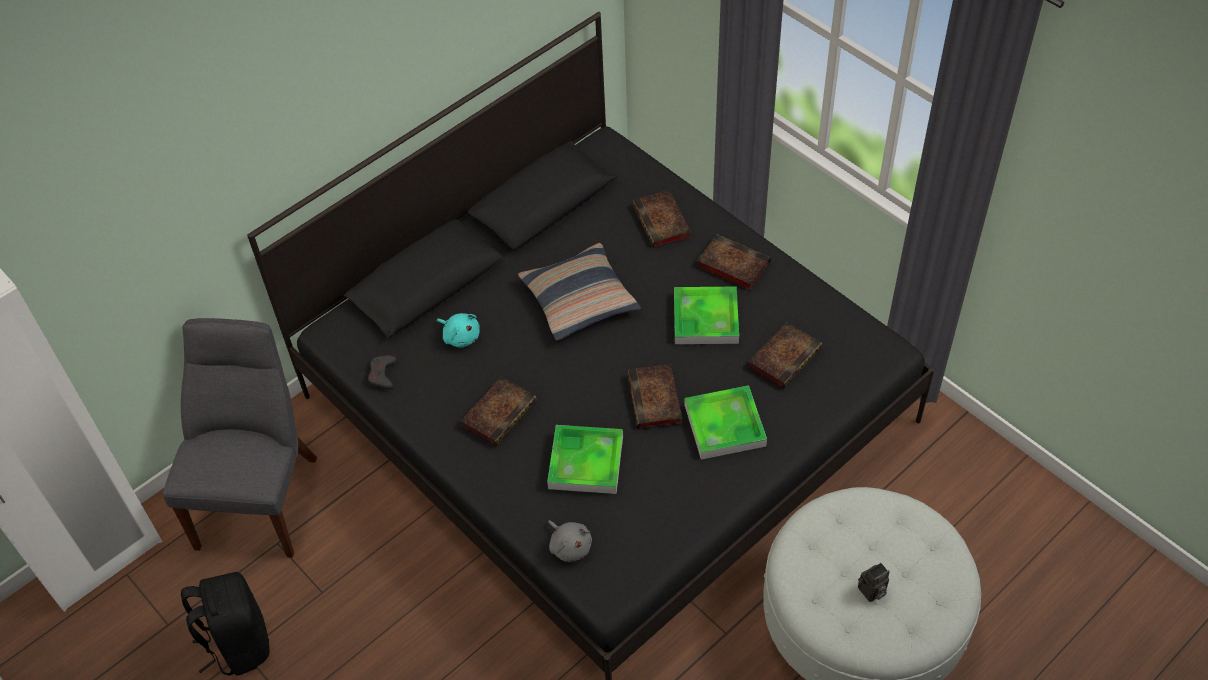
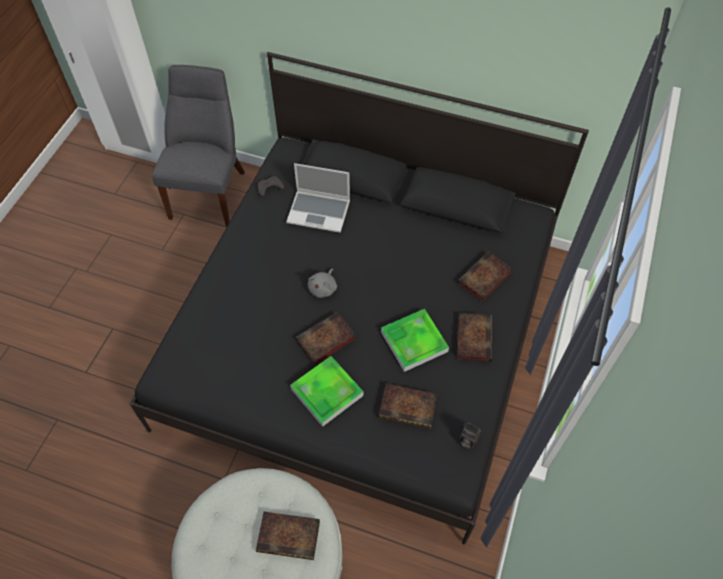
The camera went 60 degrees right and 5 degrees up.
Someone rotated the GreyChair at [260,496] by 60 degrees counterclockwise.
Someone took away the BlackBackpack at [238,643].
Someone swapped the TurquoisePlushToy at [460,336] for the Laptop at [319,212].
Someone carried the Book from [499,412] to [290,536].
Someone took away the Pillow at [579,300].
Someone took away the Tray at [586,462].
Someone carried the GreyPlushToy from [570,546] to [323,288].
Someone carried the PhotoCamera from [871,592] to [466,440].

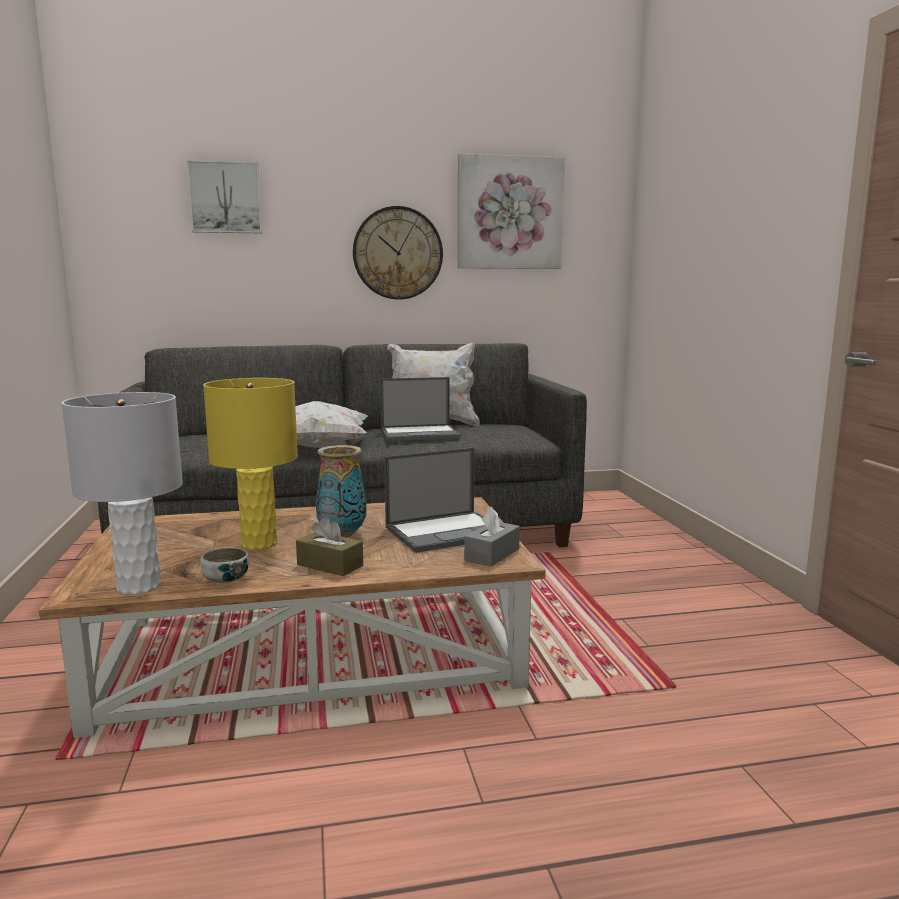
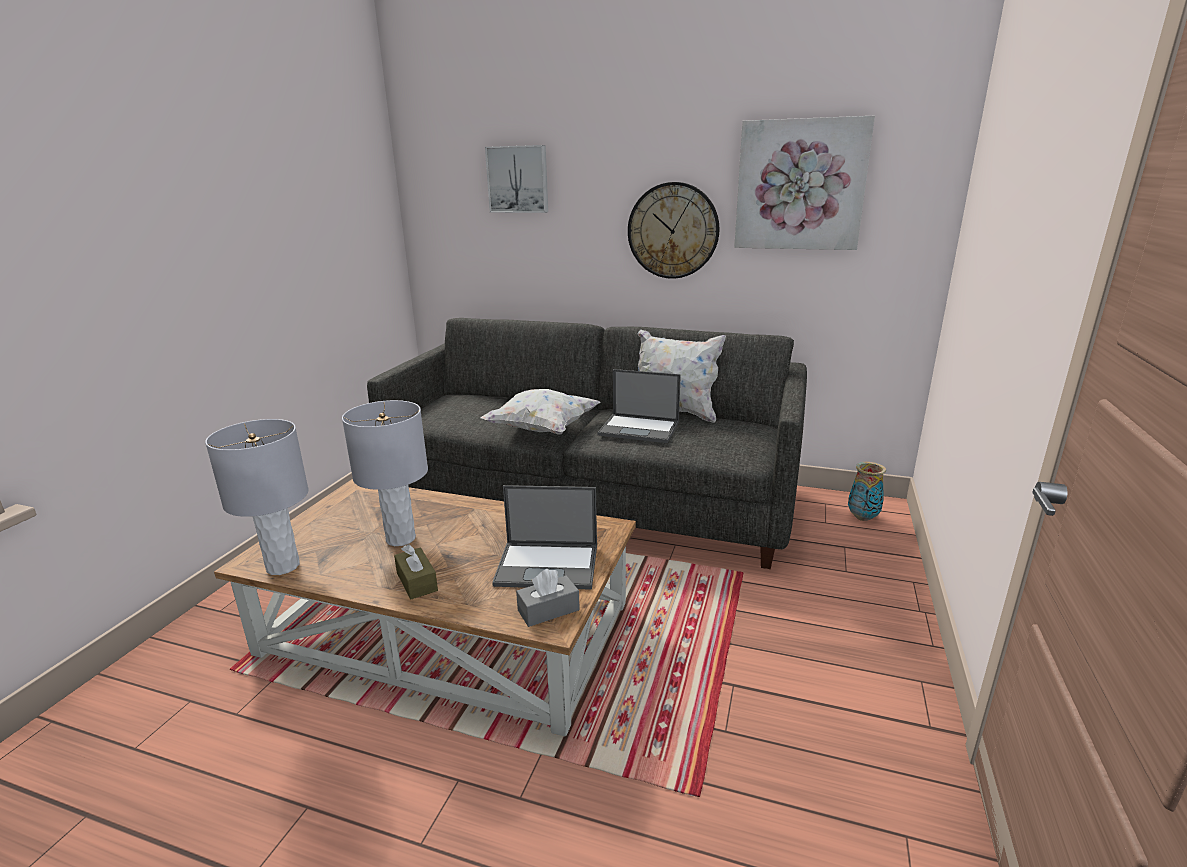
The camera went 30 degrees right and 10 degrees up.
Someone took away the Bowl at [226,579].
Someone repainted the YellowTableLamp at [258,544], which became the GreyTableLamp at [400,538].
Someone carried the Vase from [342,534] to [862,517].

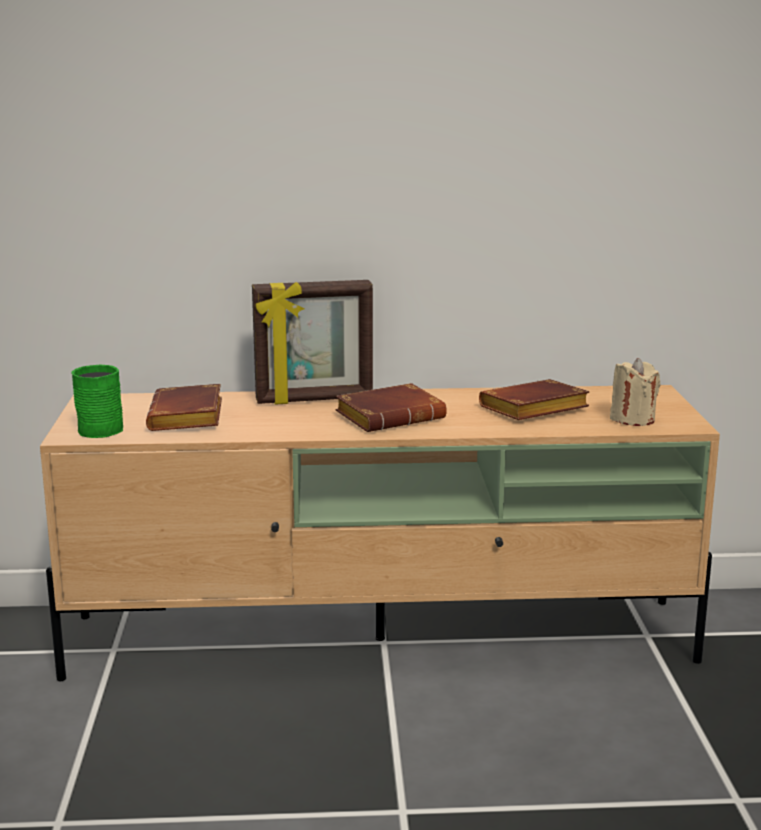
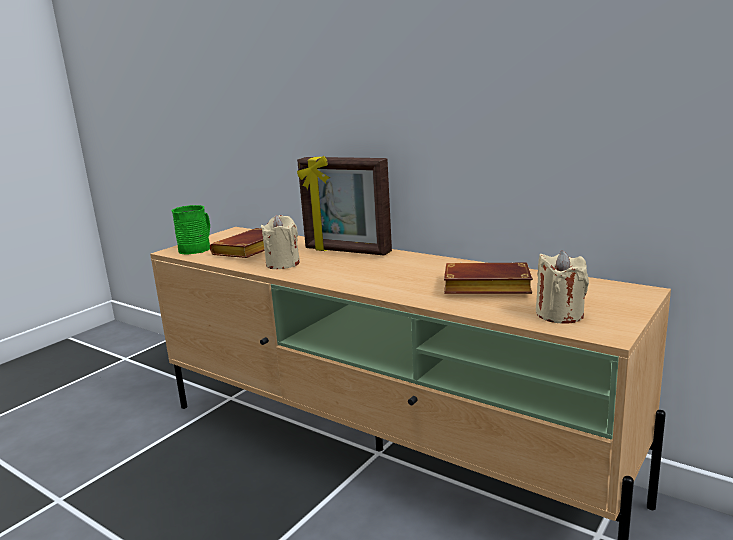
The camera went 40 degrees right and 0 degrees up.
Someone took away the BrownBook at [391,416].
Someone put down the BeigeCandle at [283,264].

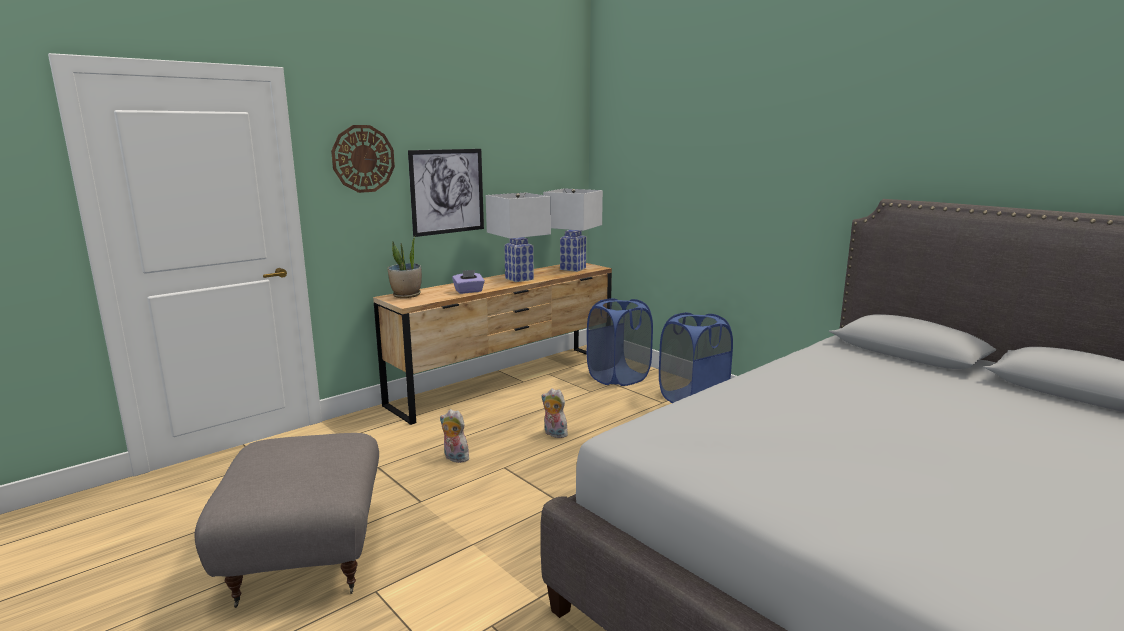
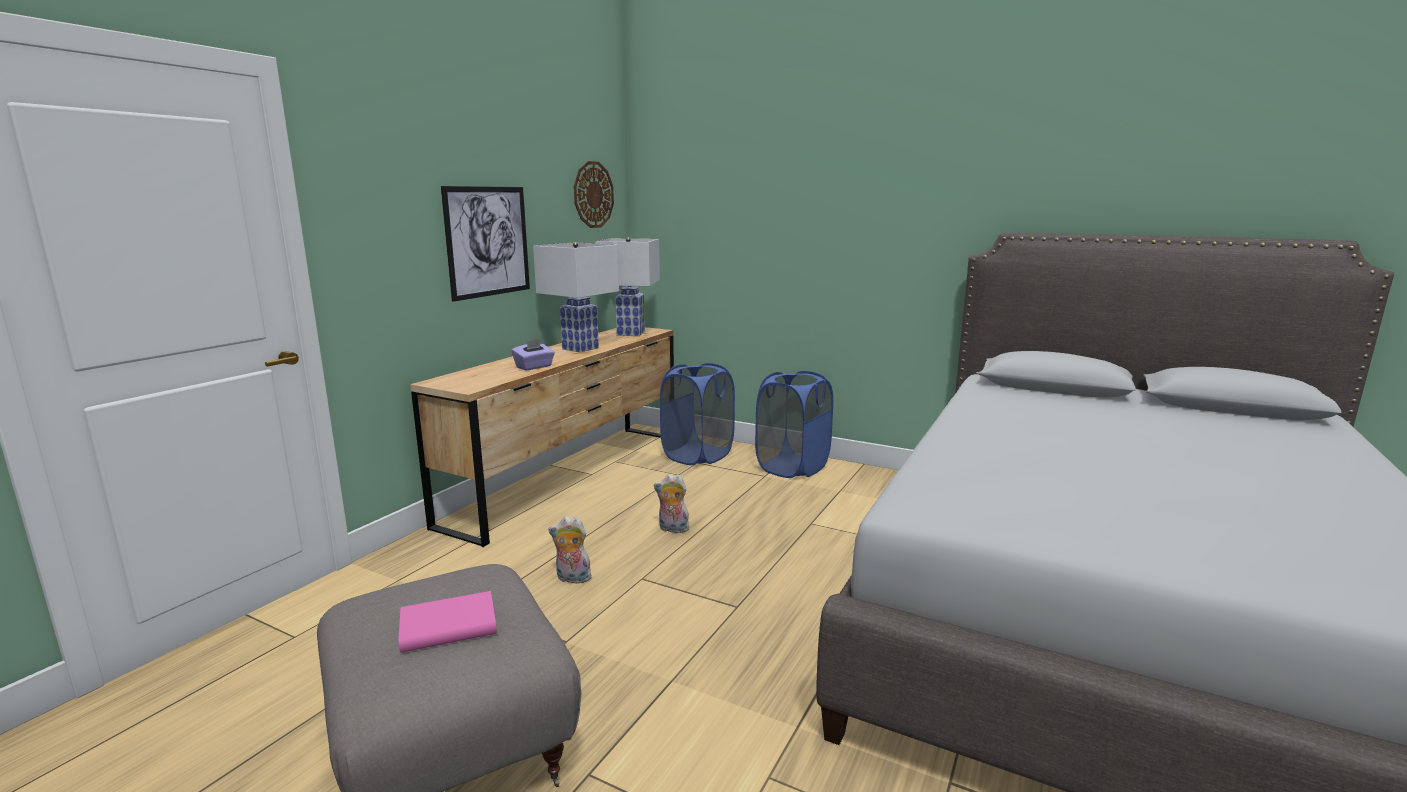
The camera went 20 degrees left and 0 degrees up.
Someone carried the WallClock from [363,159] to [593,194].
Someone took away the PottedPlant at [406,295].
Someone put down the PinkBook at [448,627].

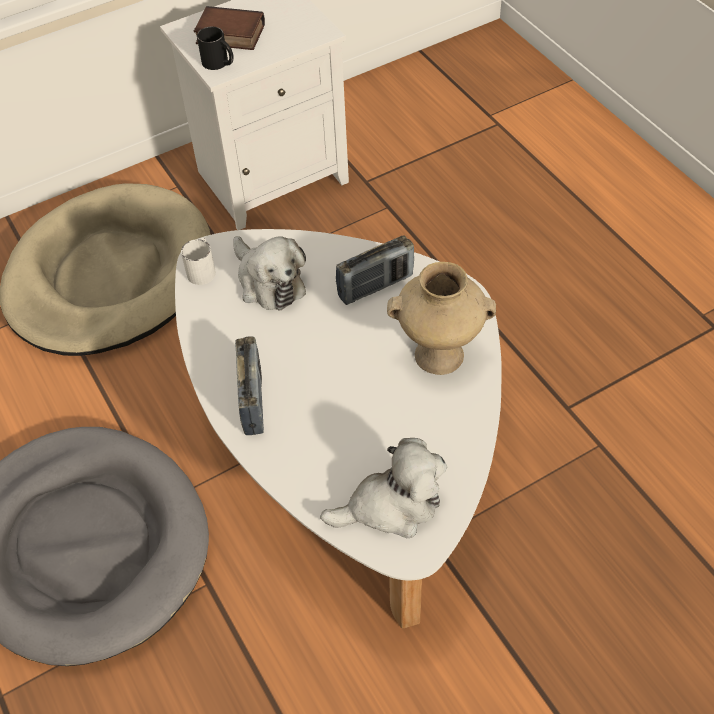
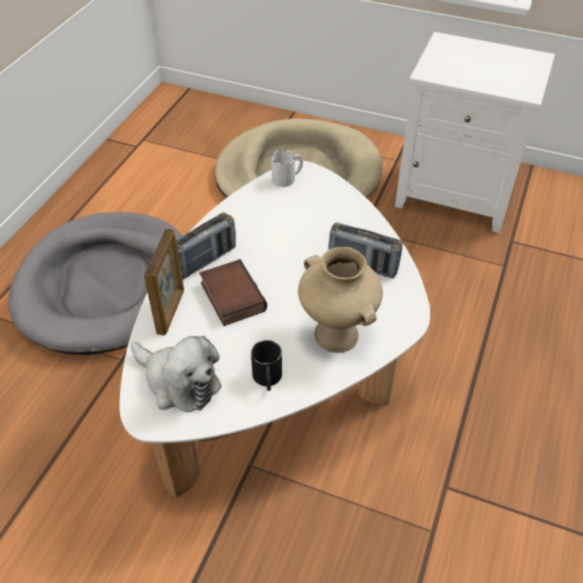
The camera went 50 degrees right and 5 degrees down.
Someone carried the Book from [229,35] to [230,297].
Someone carried the BlackMug from [219,63] to [267,379].
Someone took away the PlushToy at [268,282].
Someone put down the PictureFrame at [171,311].

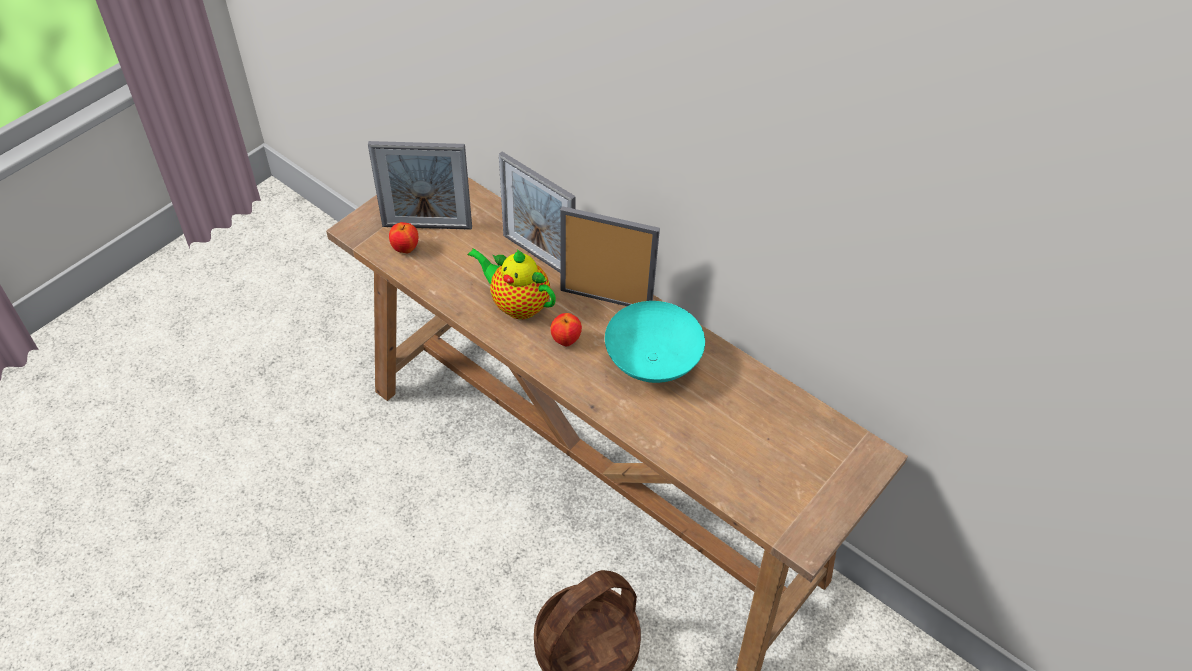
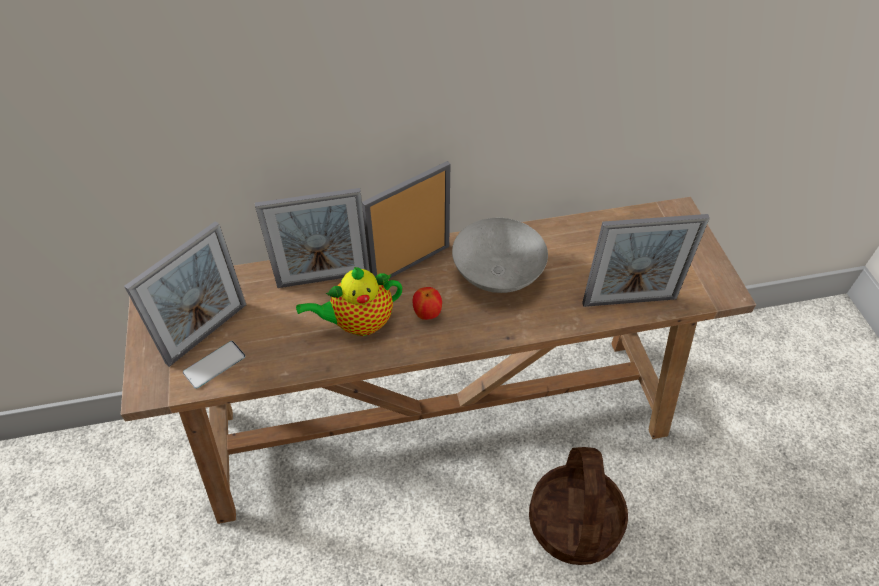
The camera went 50 degrees left and 0 degrees up.
Someone swapped the Apple at [405,249] for the Phone at [214,364].
Someone repainted the TurquoiseBowl at [650,361], which became the GreyBowl at [496,276].
Someone put down the PictureFrame at [629,301].

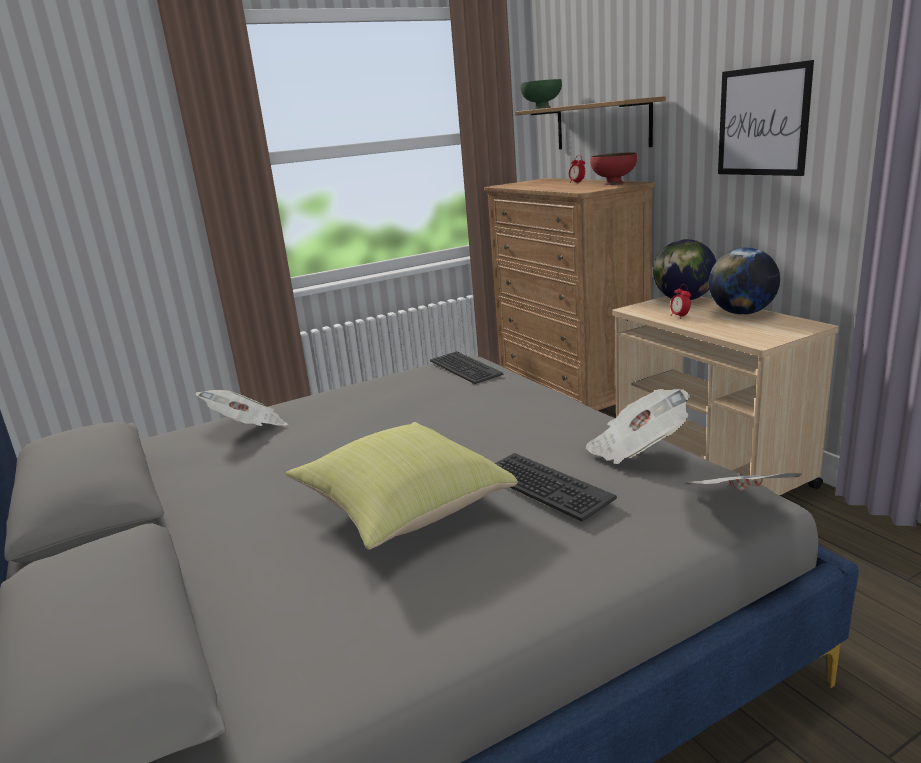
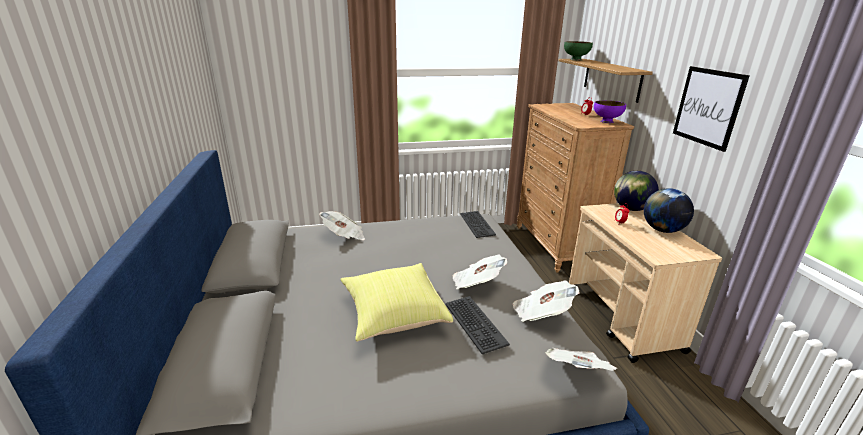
The camera went 15 degrees right and 5 degrees up.
Someone repainted the RedBowl at [613,183], which became the PurpleBowl at [607,121].
Someone put down the Newspaper at [476,283].

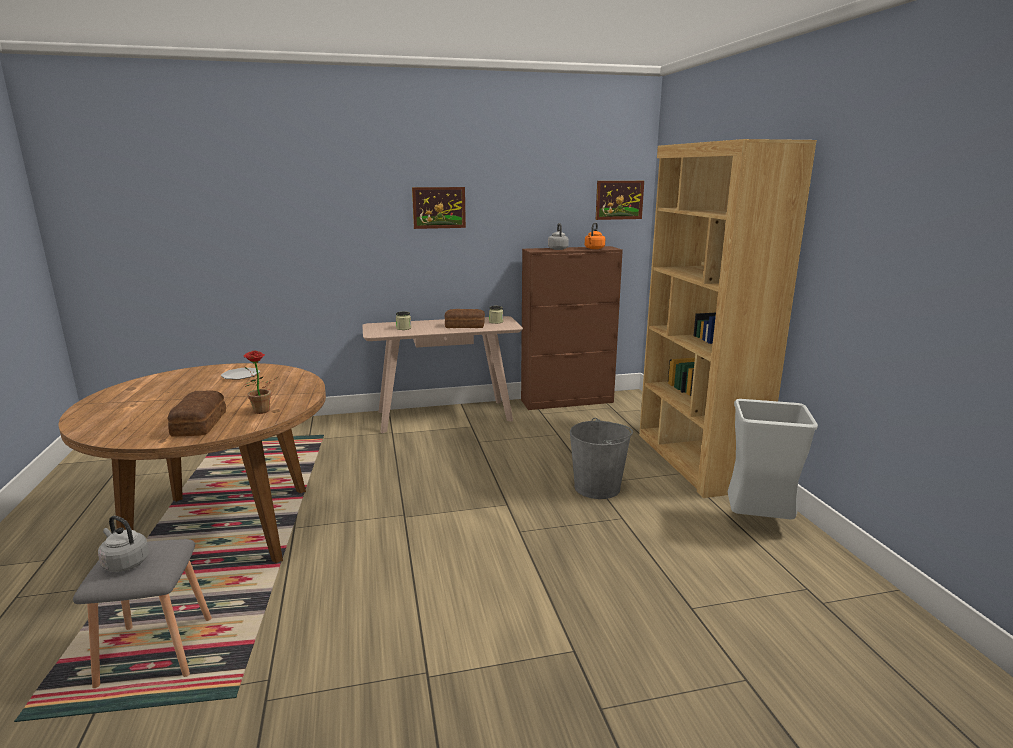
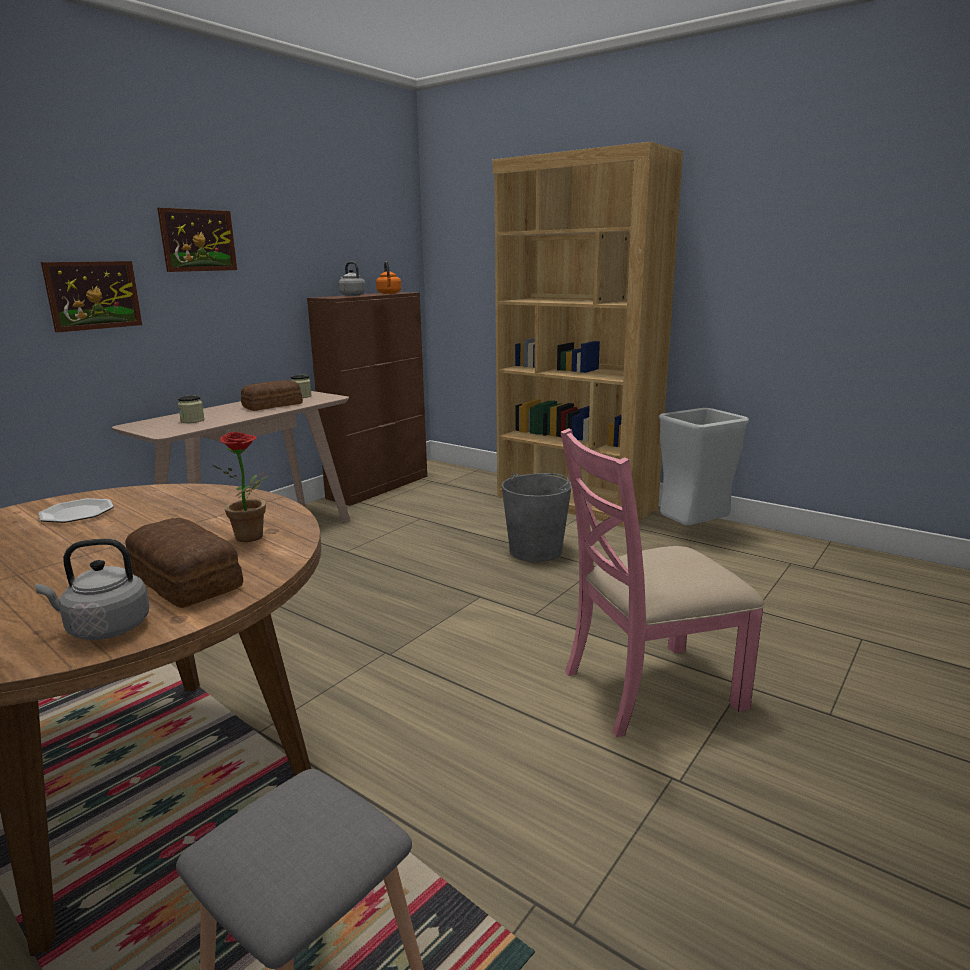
The camera went 40 degrees left and 0 degrees up.
Someone carried the GreyKettle from [125,563] to [104,628].
Someone carried the Picture from [619,200] to [93,295].
Someone put down the PinkChair at [649,688].

